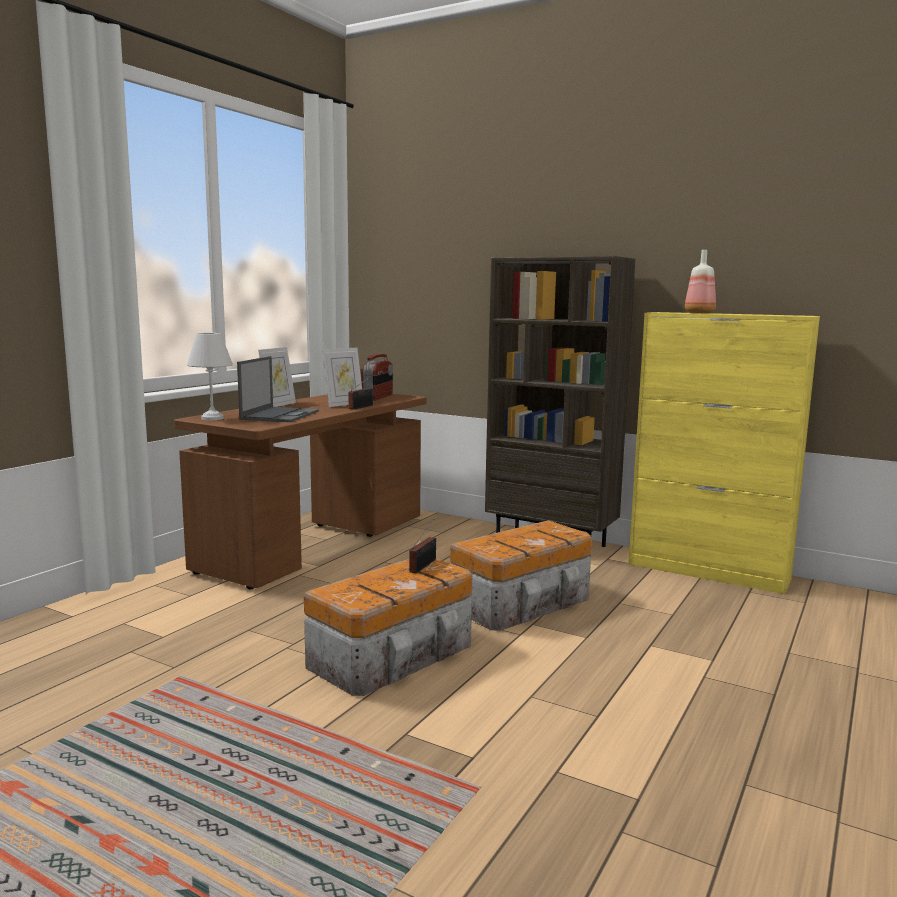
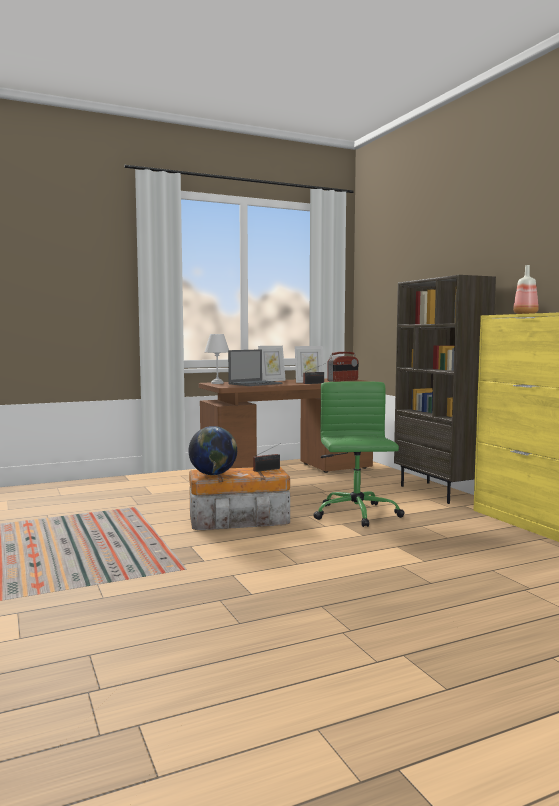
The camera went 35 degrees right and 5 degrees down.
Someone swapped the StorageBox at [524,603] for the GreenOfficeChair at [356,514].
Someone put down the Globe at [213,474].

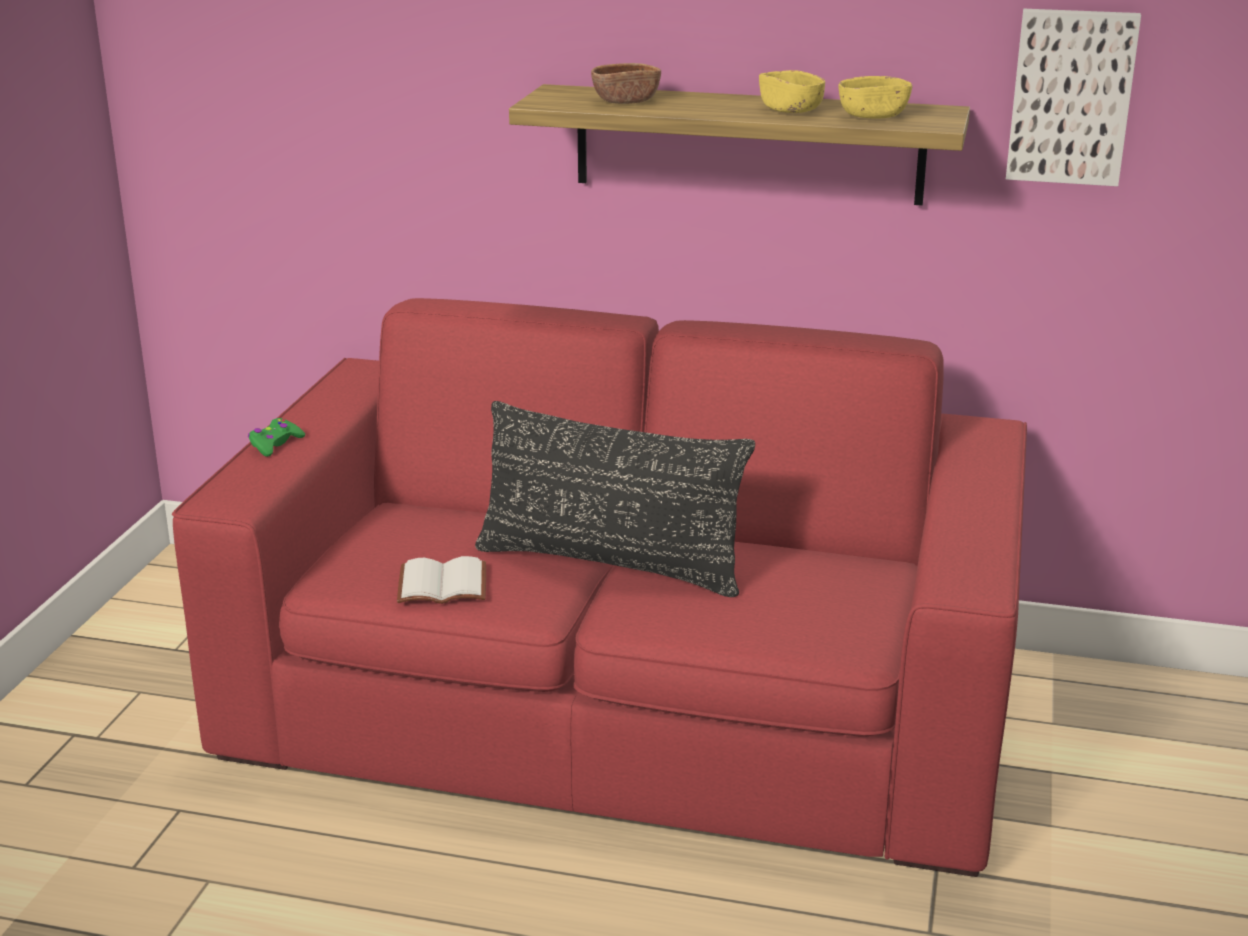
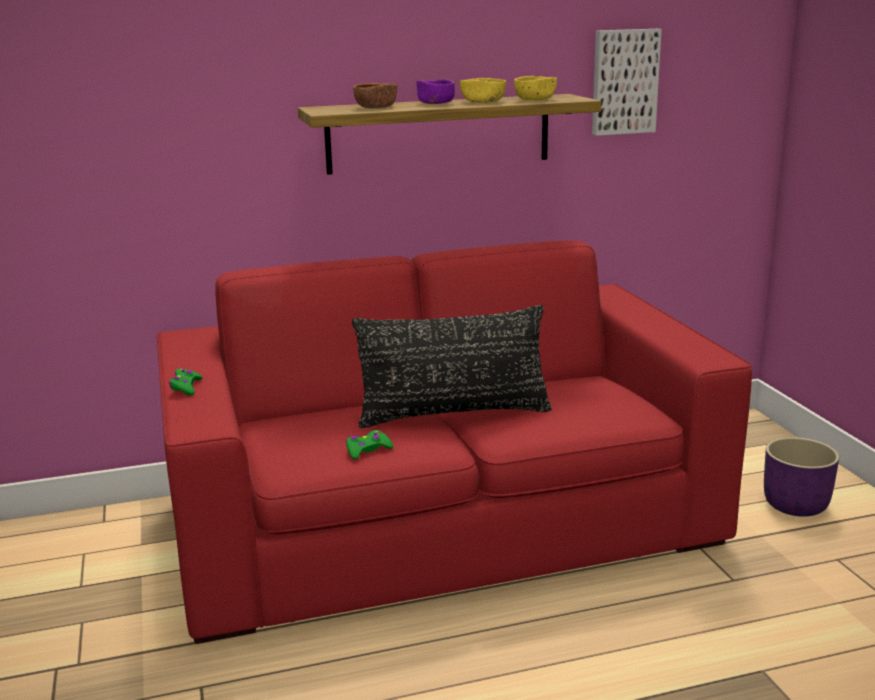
The camera went 30 degrees left and 5 degrees down.
Someone swapped the WhiteBook at [444,583] for the GreenGameController at [367,450].
Someone put down the PurpleBowl at [435,103].
Someone put down the PurplePlanter at [794,505].

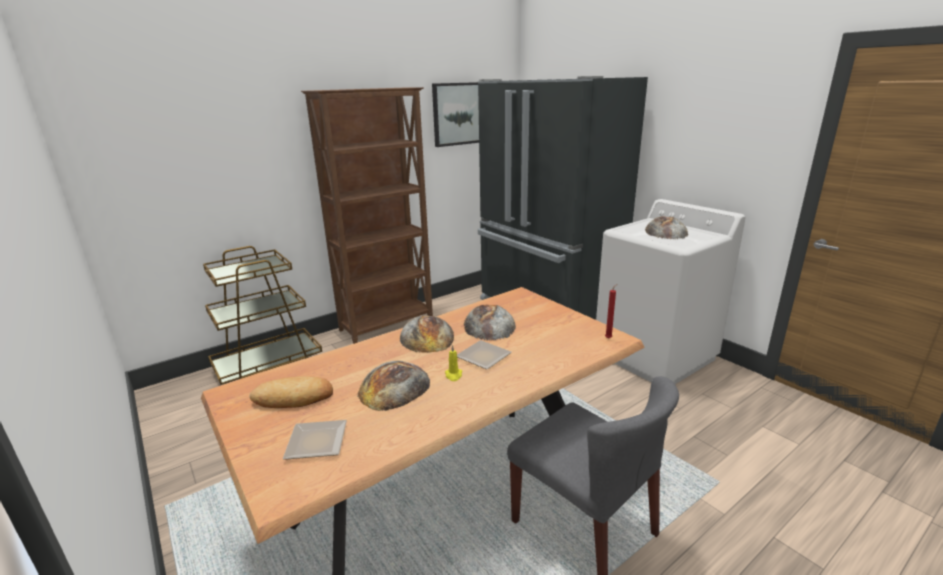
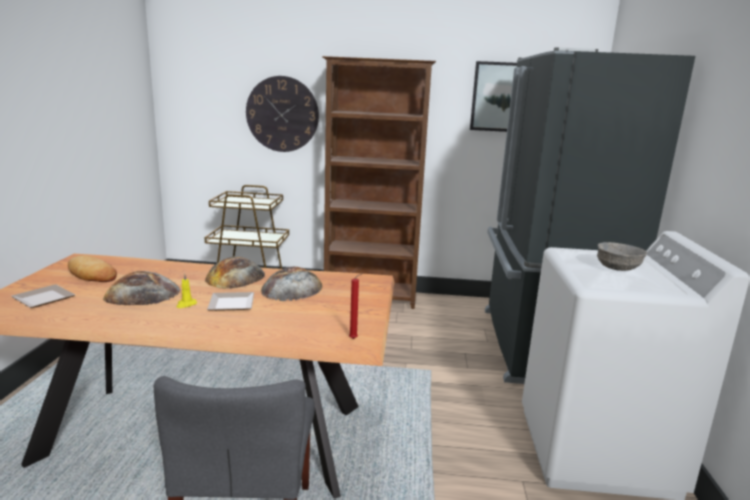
The camera went 40 degrees right and 5 degrees down.
Someone swapped the Bread at [665,232] for the GreyBowl at [617,269].
Someone put up the WallClock at [282,114].

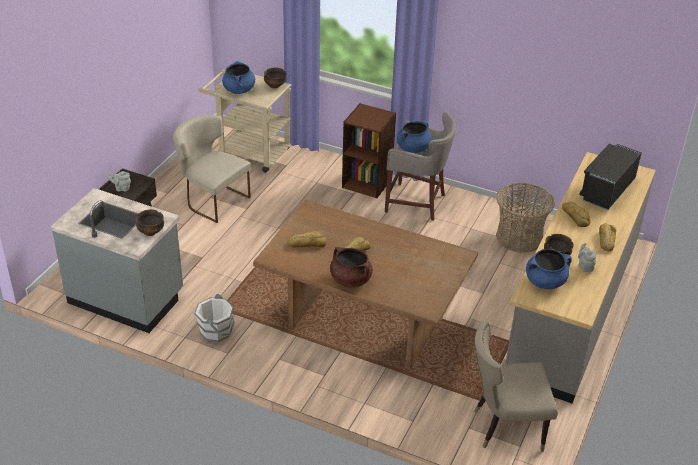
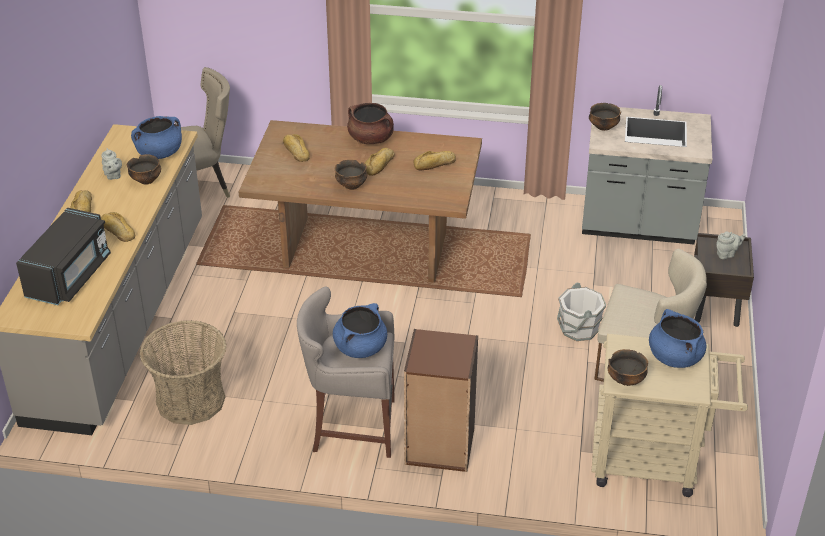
The camera went 165 degrees right and 0 degrees up.
Someone carried the WhiteBucket from [216,331] to [578,329].
Someone put down the Bread at [296,151].
Someone put down the Bowl at [351,185].

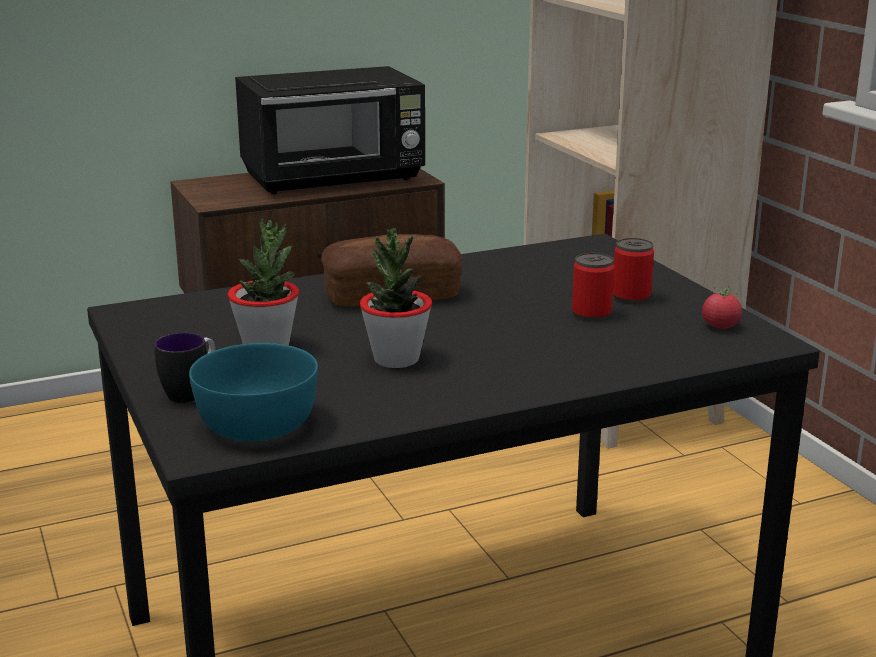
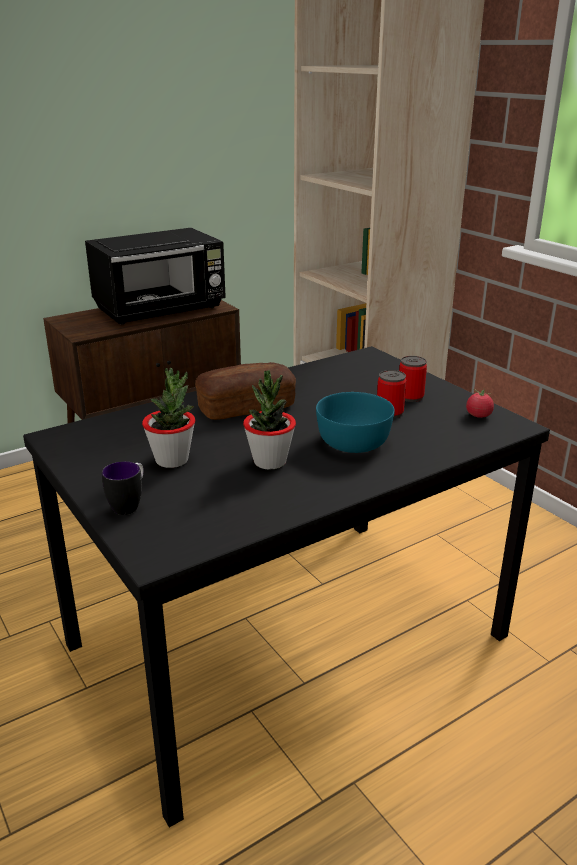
The camera went 10 degrees left and 5 degrees up.
Someone carried the TurquoiseBowl from [257,423] to [353,441].

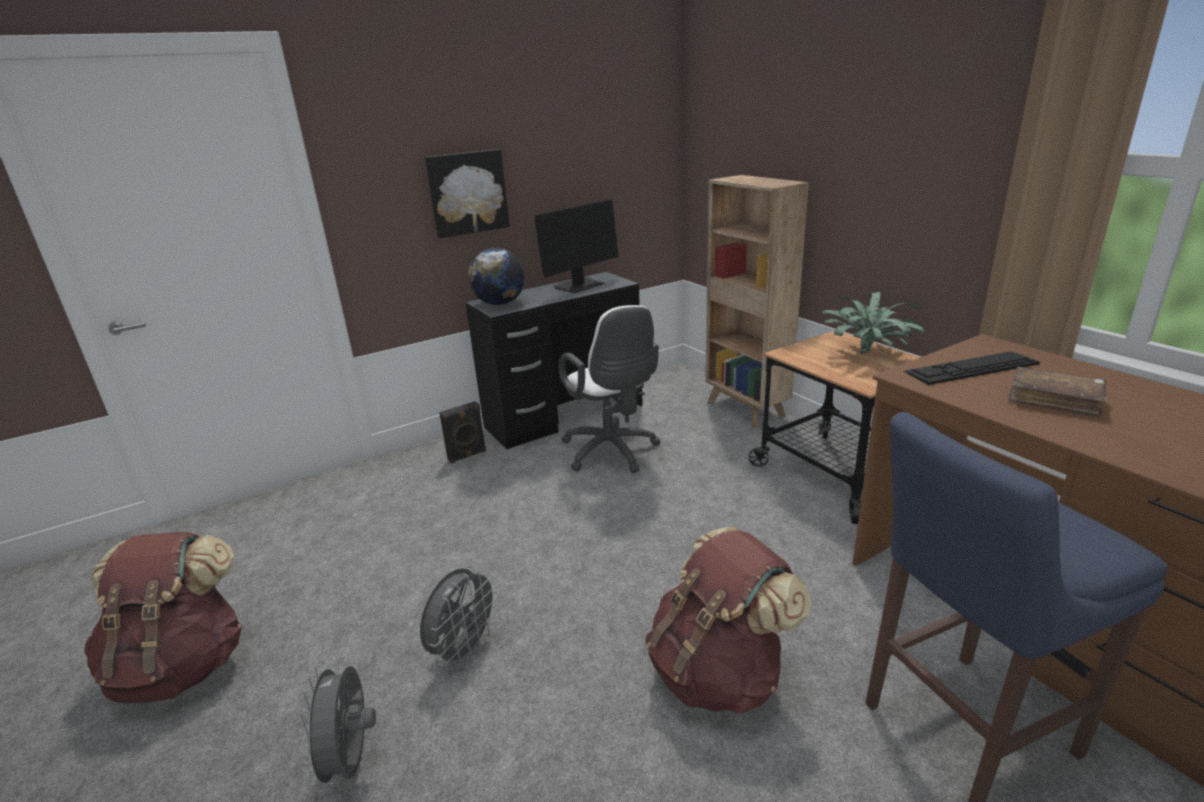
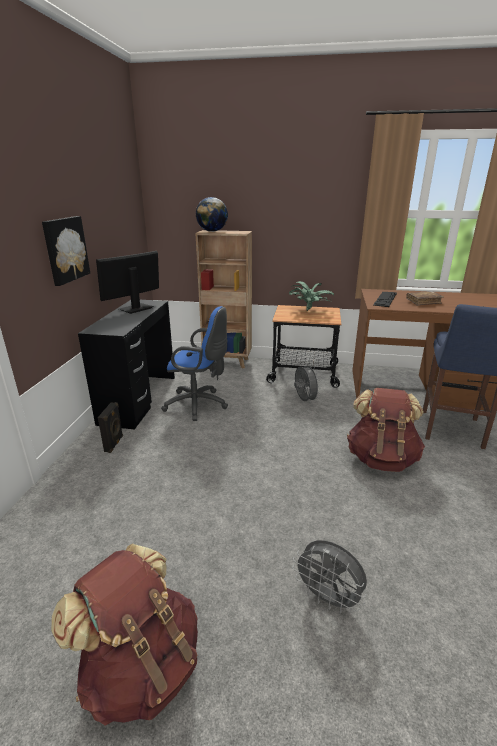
The camera went 50 degrees left and 0 degrees up.
Someone carried the GreyFan from [464,649] to [304,400].
Someone carried the Globe from [500,303] to [212,231].
Someone rotated the Monitor at [579,286] by 135 degrees counterclockwise.
Someone repainted the WhiteOfficeChair at [612,453], which became the BlueOfficeChair at [199,405].

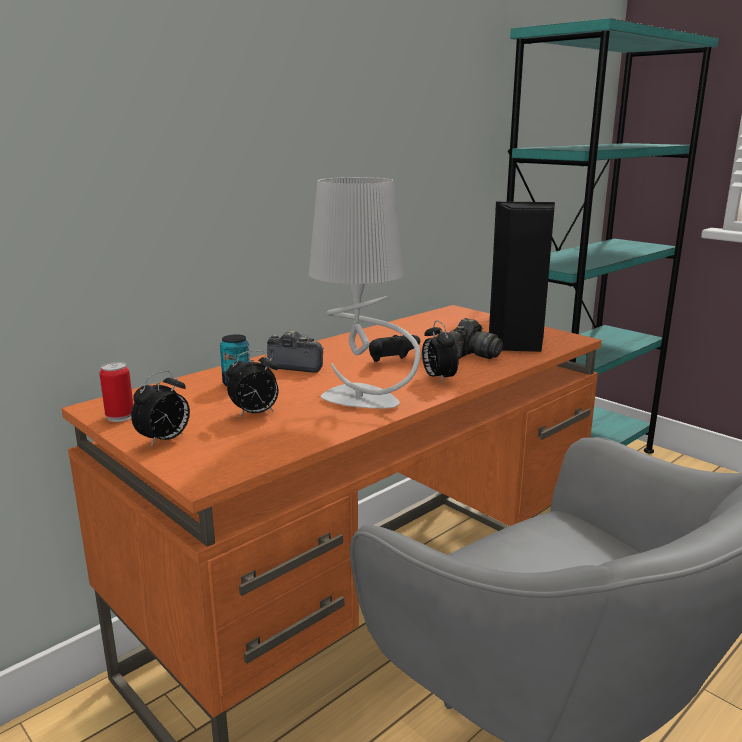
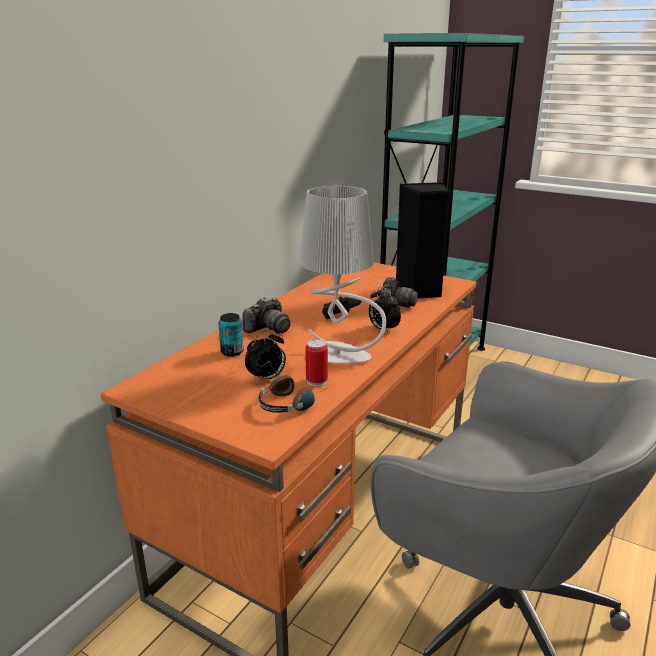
The camera went 15 degrees left and 5 degrees up.
Someone carried the Can from [120,416] to [316,381].
Someone took away the AlarmClock at [164,440].
Someone rotated the PhotoCamera at [297,365] by 135 degrees clockwise.
Someone put down the Headphones at [292,402].

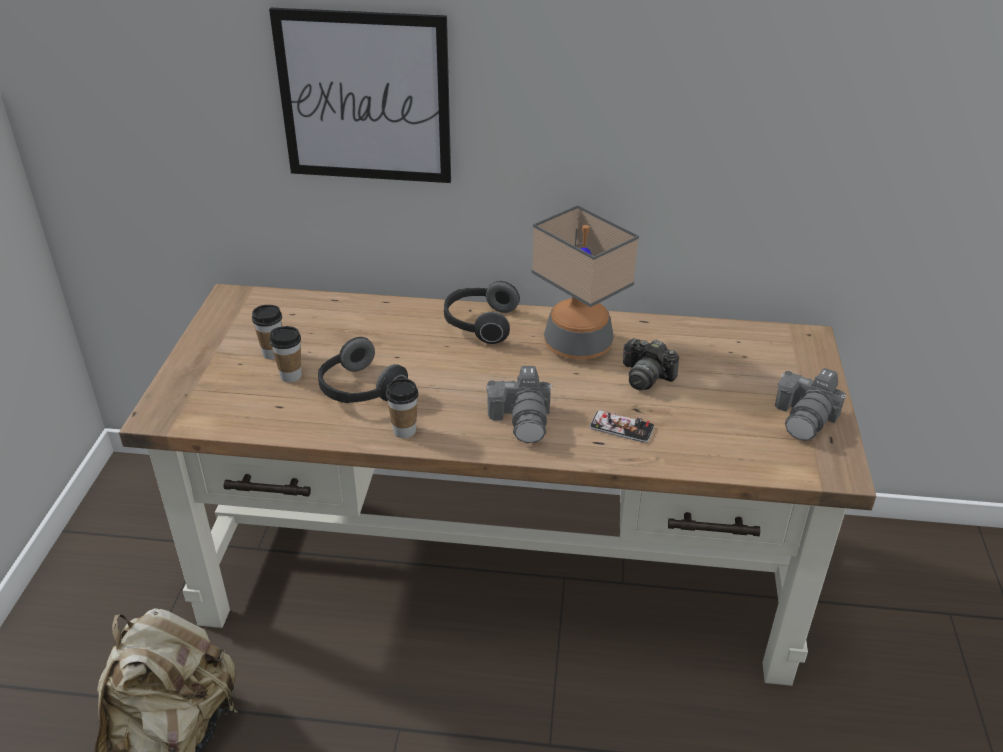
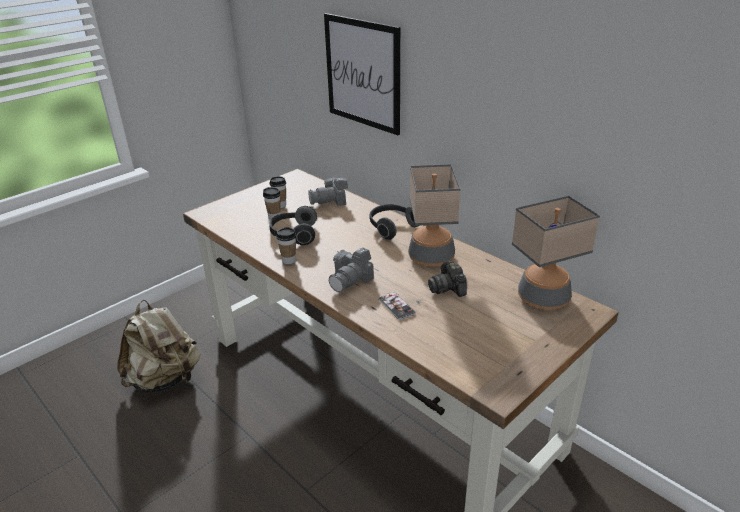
The camera went 40 degrees right and 5 degrees down.
Someone carried the PhotoCamera from [806,417] to [330,201].
Someone put down the TableLamp at [543,298].

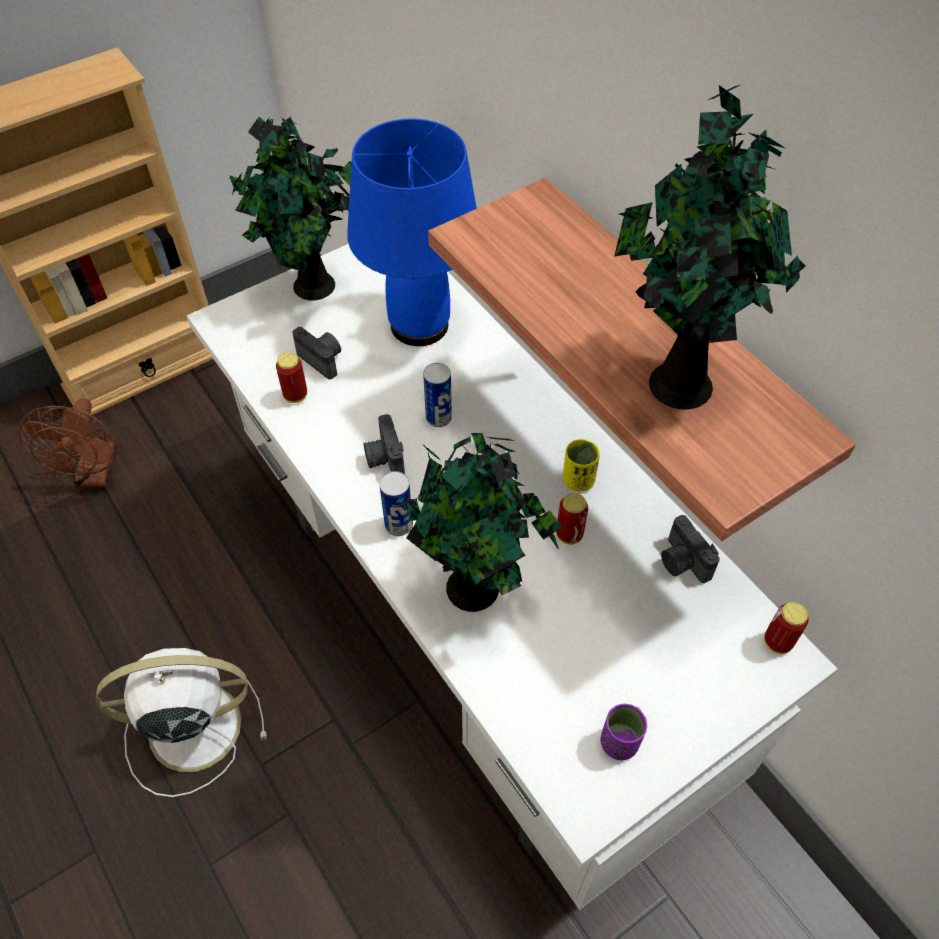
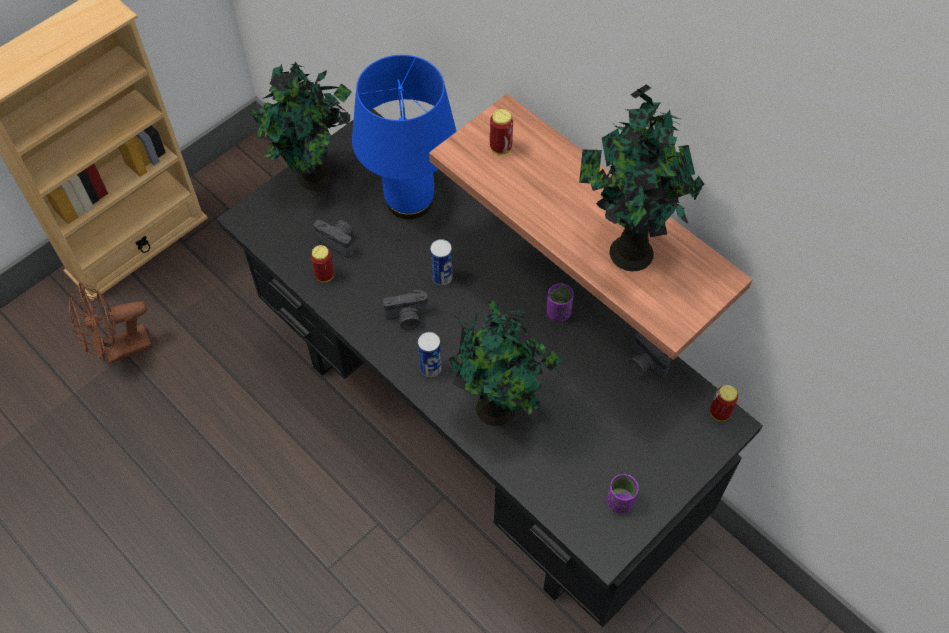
The camera went 10 degrees left and 5 degrees up.
Someone rotated the BrownFan at [95,475] by 75 degrees clockwise.
Someone took away the WhiteFan at [190,727].
Someone repainted the WhiteDesk at [472,631], which became the BlackDesk at [477,434].
Someone rotated the PhotoCamera at [384,459] by 75 degrees counterclockwise.
Someone carried the Can from [569,535] to [500,148].
Someone repainted the YellowCup at [578,480], which became the PurpleCup at [558,312].

